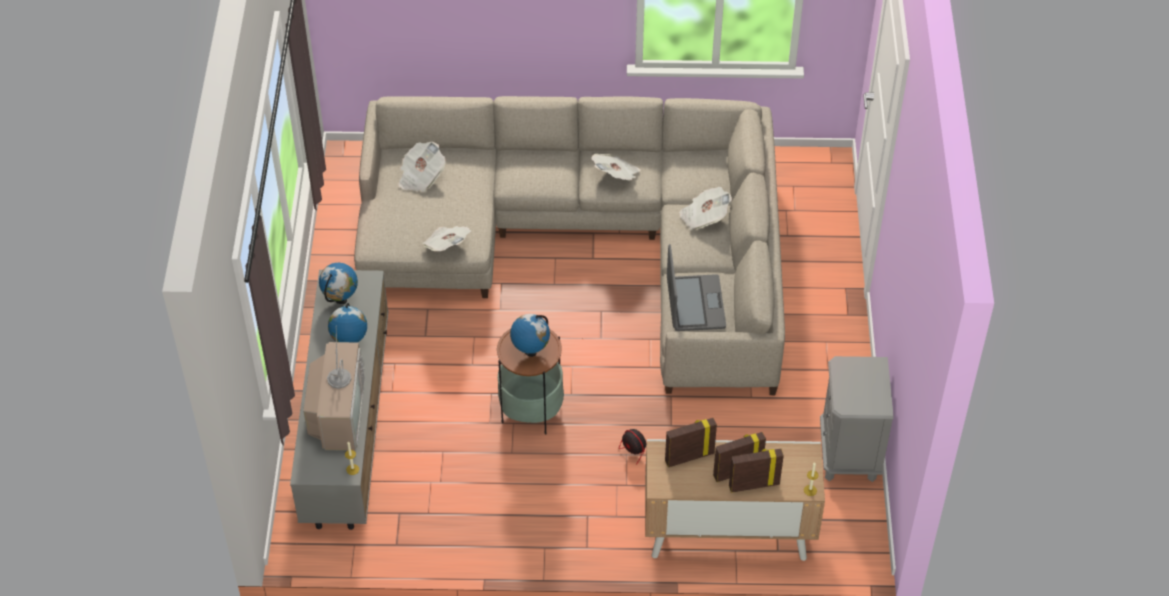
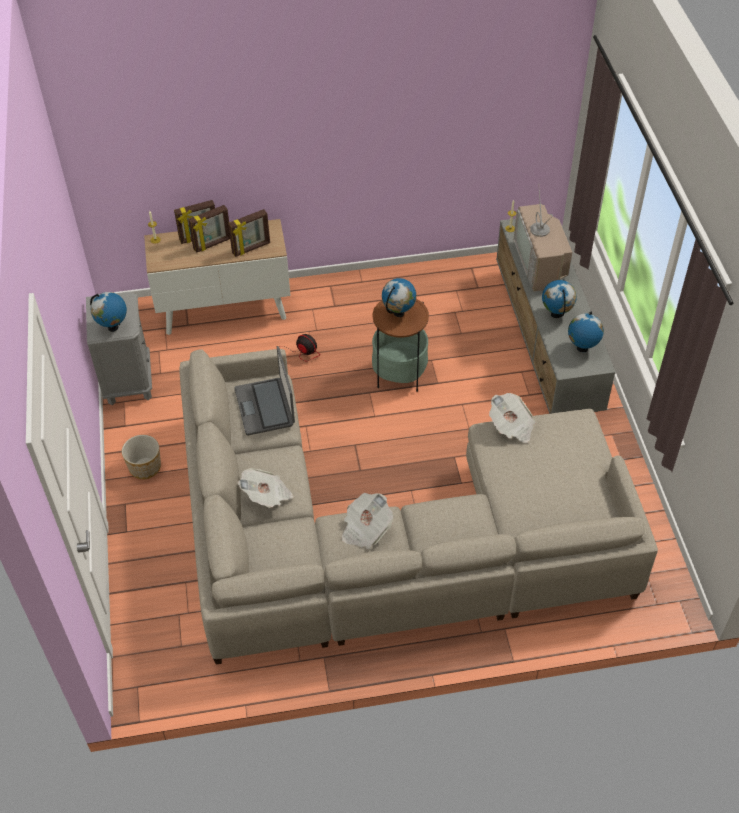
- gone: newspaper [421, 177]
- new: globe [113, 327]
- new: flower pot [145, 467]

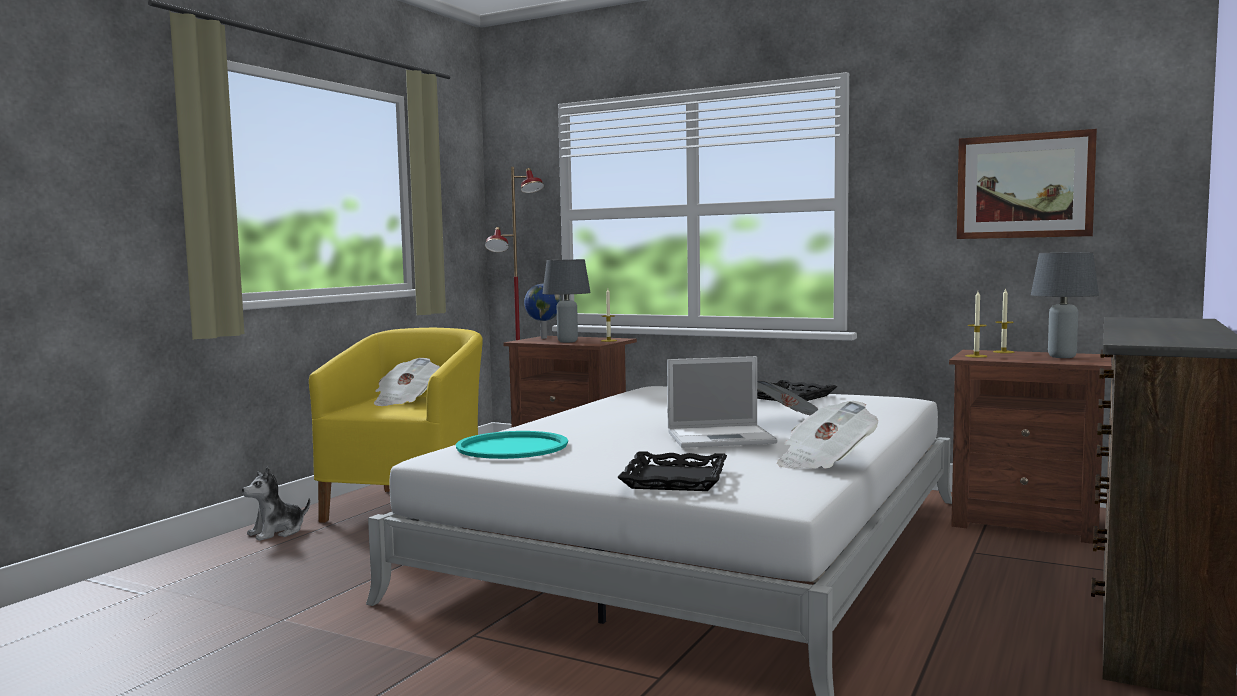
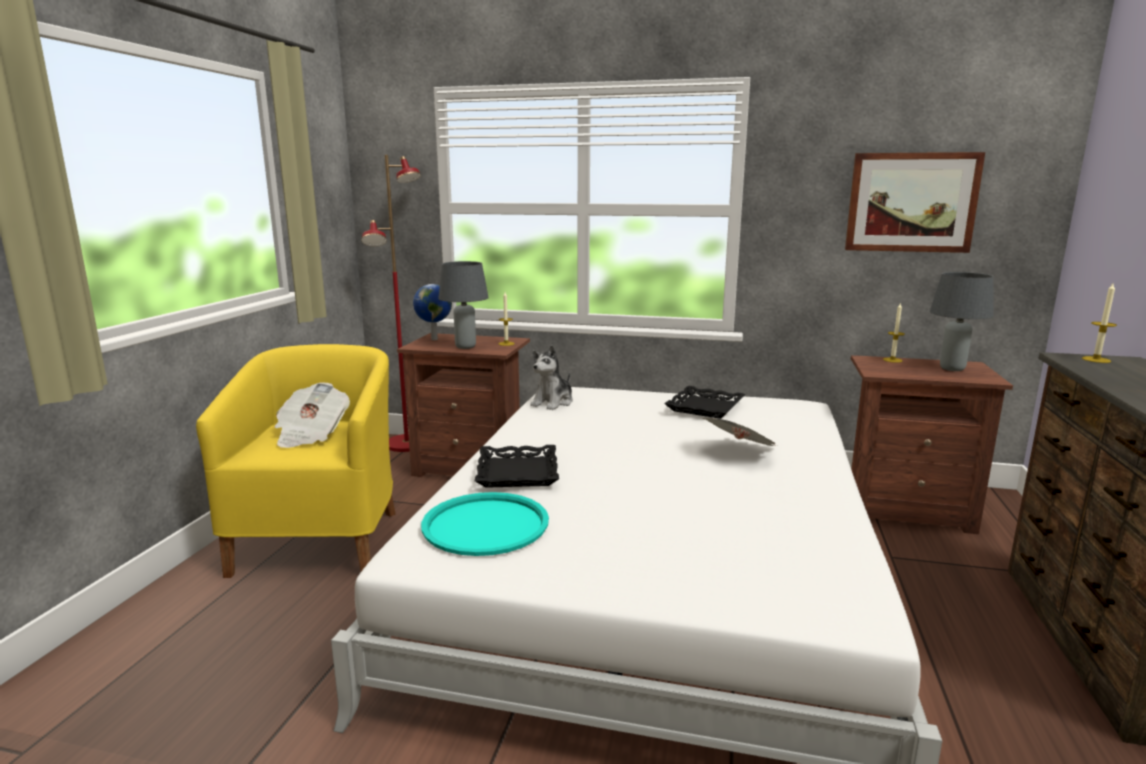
- shifted: soft toy [277, 532] to [553, 402]
- shifted: blackish tray [675, 479] to [518, 472]
- gone: portable computer [722, 437]
- gone: newspaper [824, 462]
- shifted: wax candle [976, 356] to [1096, 359]

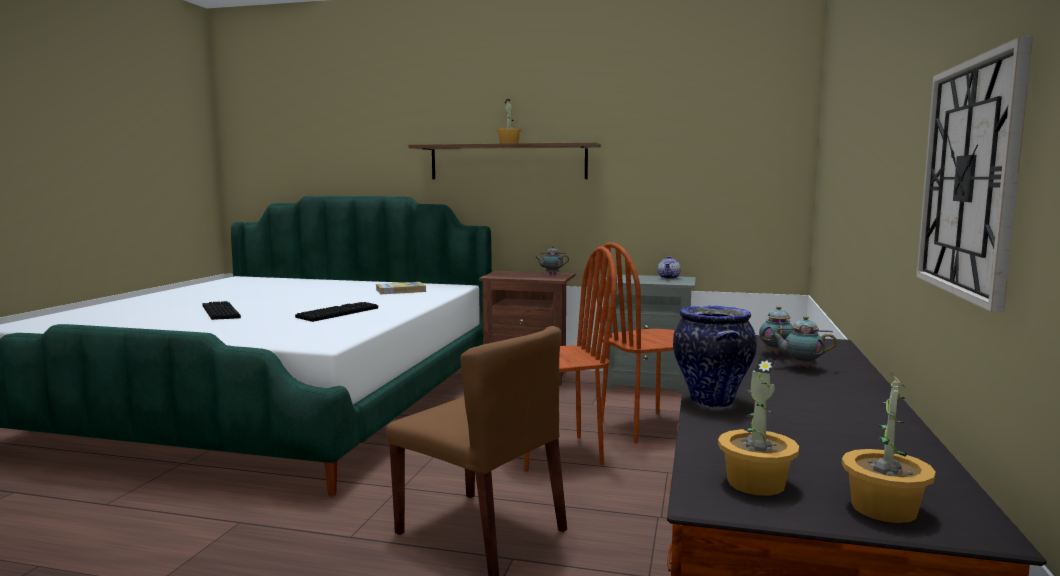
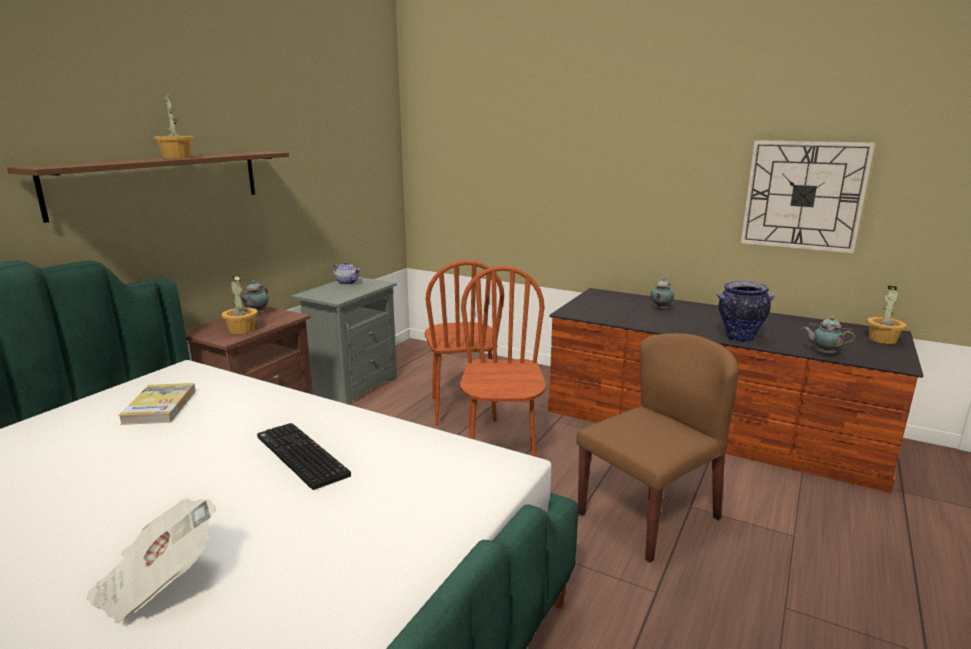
- swapped: computer keyboard [219, 312] to newspaper [157, 583]
- shifted: potted plant [756, 483] to [241, 330]
- shifted: pot for tea [776, 353] to [823, 353]

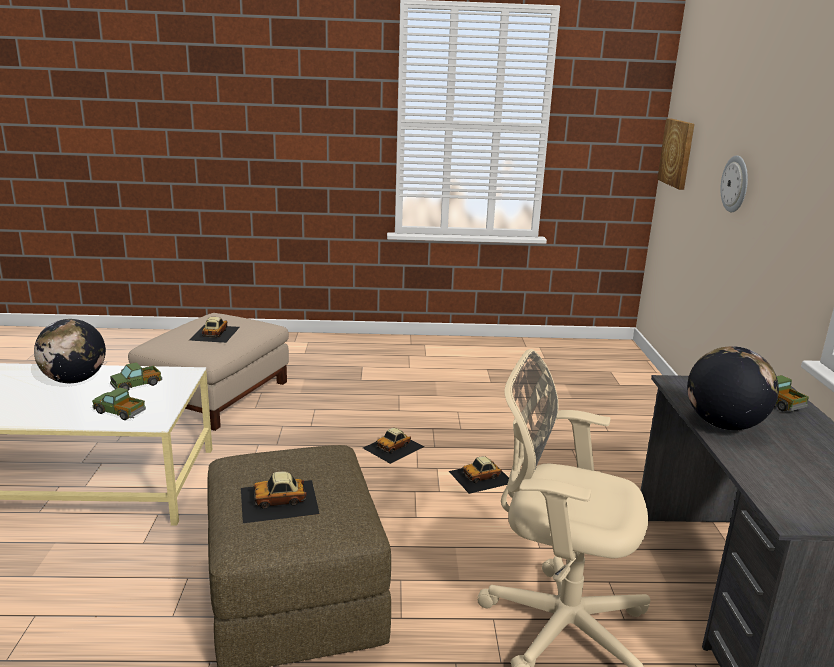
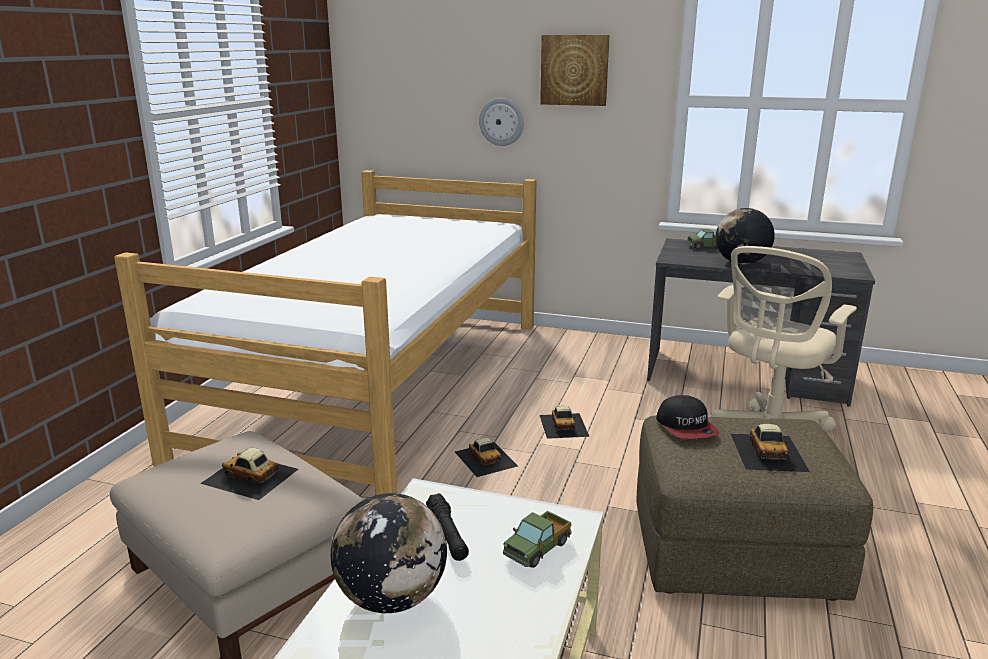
- swapped: model truck [137, 385] to blackish flashlight [447, 535]
- shifted: wall picture [677, 153] to [574, 70]
- new: bed [381, 382]
- new: cap [686, 427]

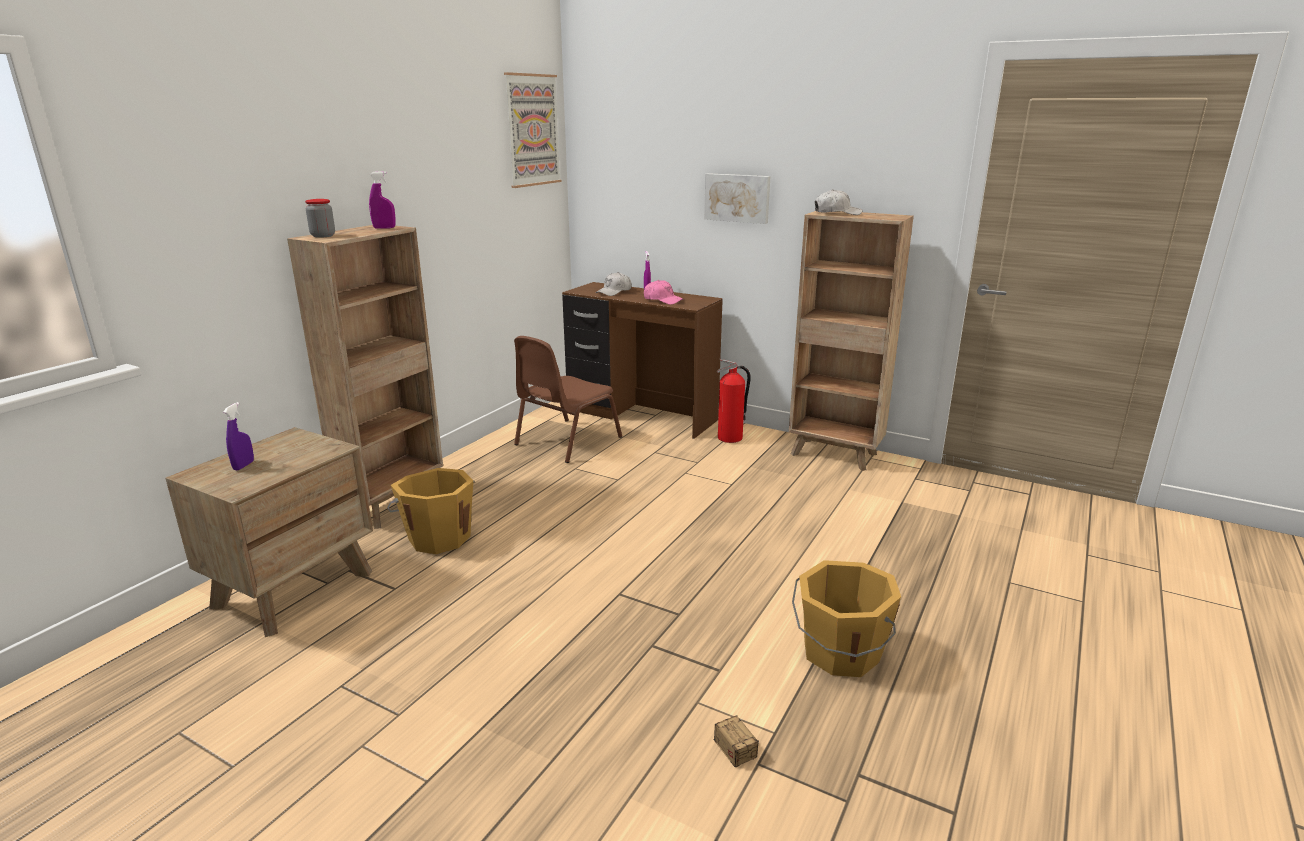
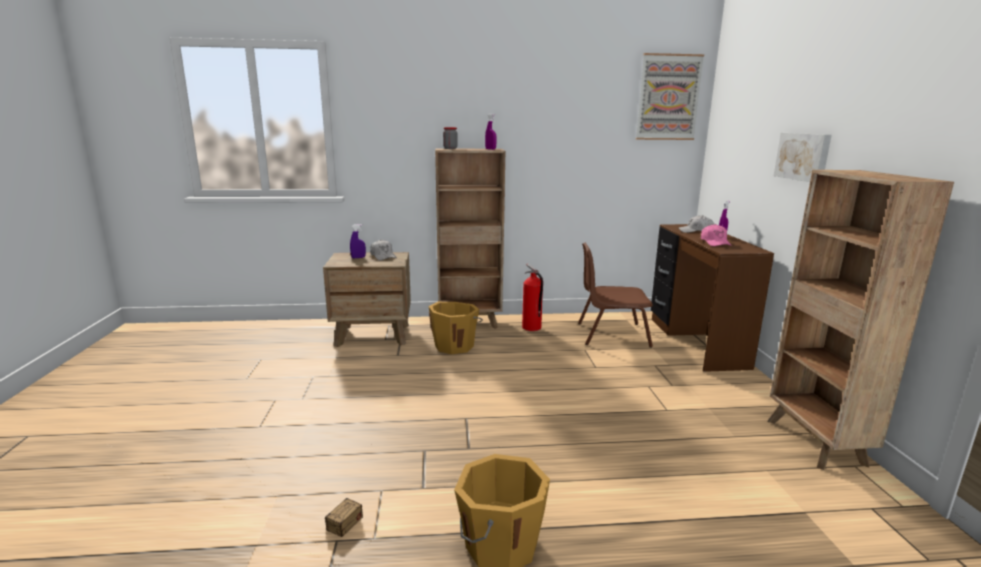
- shifted: fire-fighting cylinder [730, 438] to [531, 328]
- shifted: whitish cap [837, 213] to [383, 256]

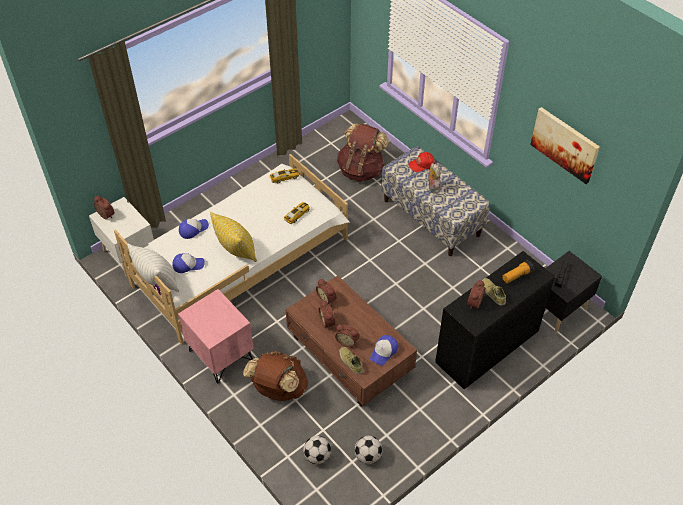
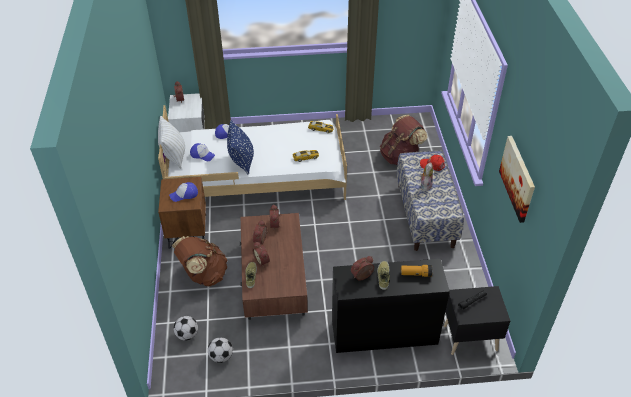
- repainted: pink-coloured nightstand [220, 355] to brownish nightstand [187, 231]
- repainted: yellow-coloured throw pillow [236, 251] to blue-coloured throw pillow [242, 161]
- shifted: cap [384, 352] to [184, 194]

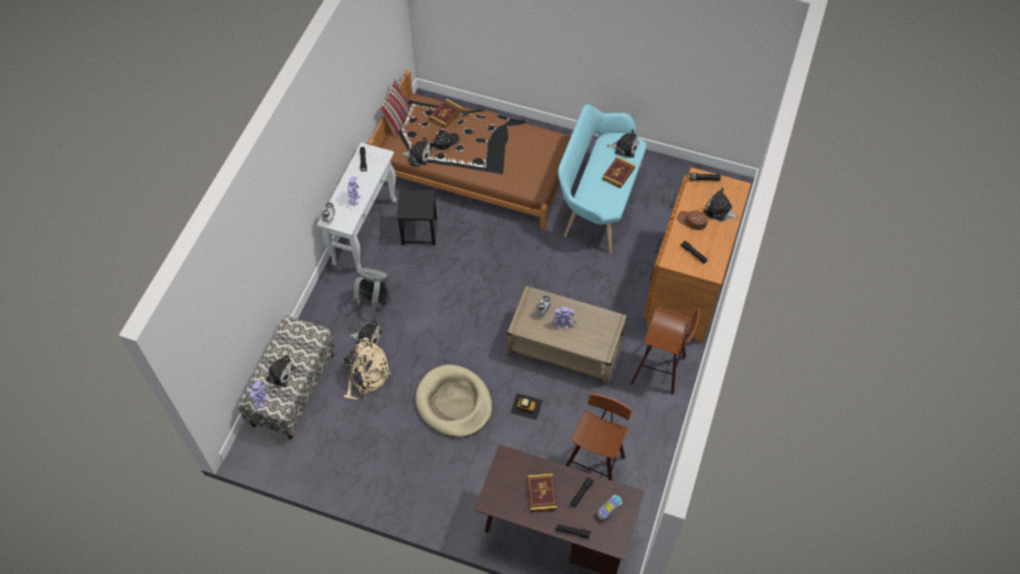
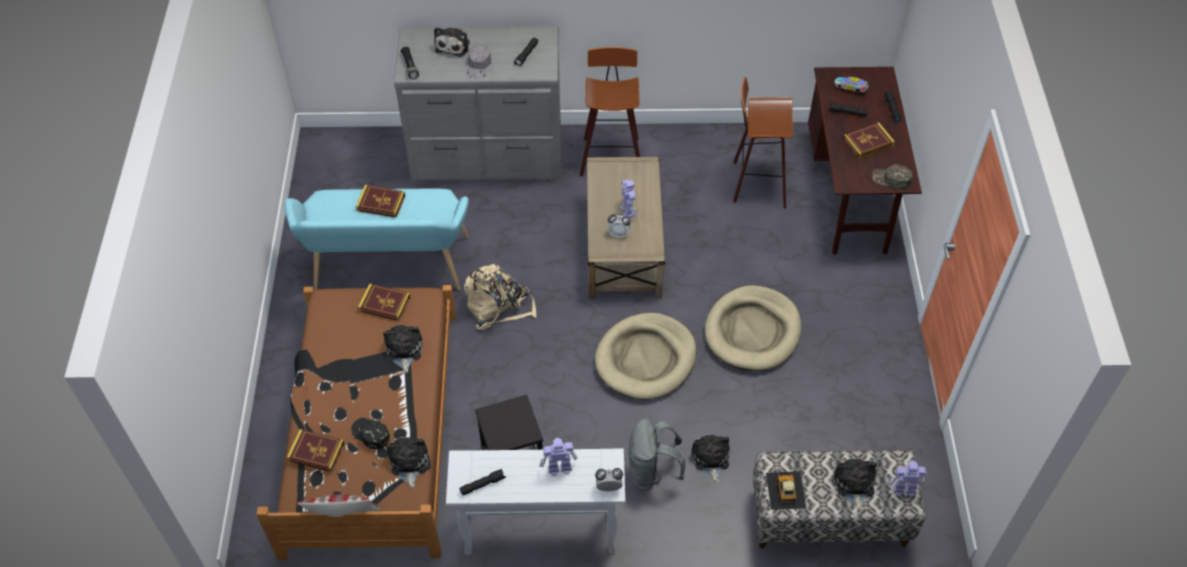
- shifted: beige backpack [366, 376] to [498, 306]
- shifted: toy car [526, 406] to [785, 490]
- shifted: soft toy [624, 147] to [404, 350]
- repainted: brownish dresser [686, 285] to grey dresser [488, 156]
- repainted: brownish cap [691, 221] to grey cap [479, 65]
- new: bound book [384, 304]
- new: beige pet bed [646, 359]
- new: green cap [891, 179]

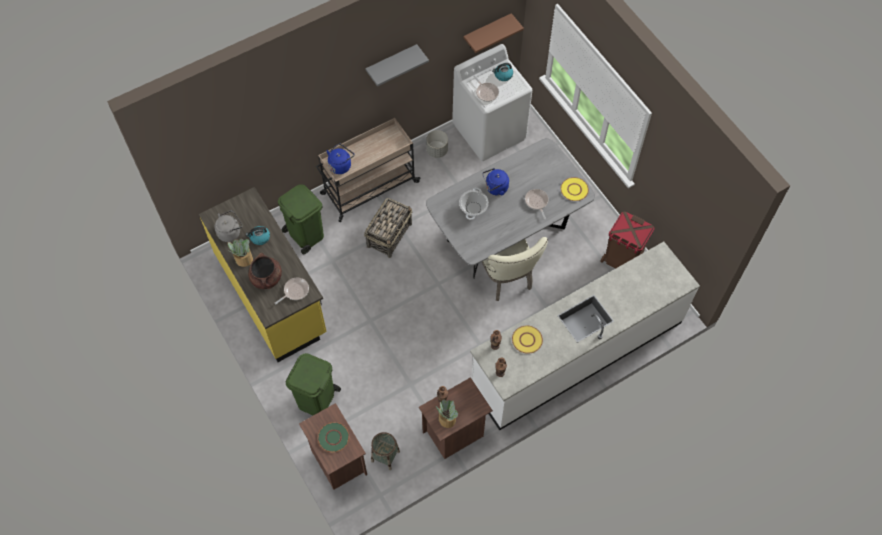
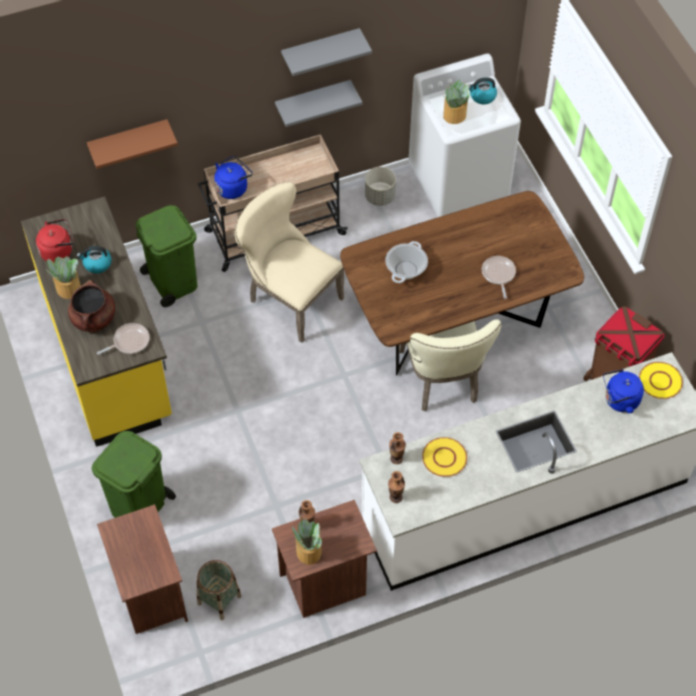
- repainted: grey water kettle [230, 232] to red-coloured water kettle [58, 251]
- gone: green flat dish [333, 437]
- swapped: storage basket [389, 234] to beige chair [289, 299]
- repainted: grey dining table [506, 235] to brownish dining table [455, 324]
- shifted: brownish shelf [487, 31] to [129, 141]
- swapped: frying pan [486, 92] to potted plant [454, 115]
- shifted: blue-coloured water kettle [495, 188] to [619, 400]
- shifted: yellow-coloured flat dish [574, 190] to [660, 381]
- new: grey shelf [313, 101]

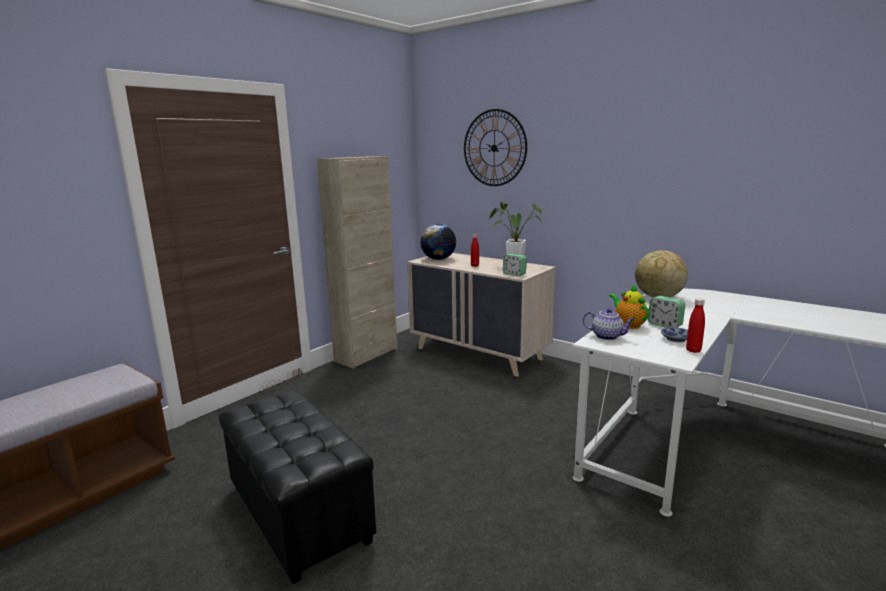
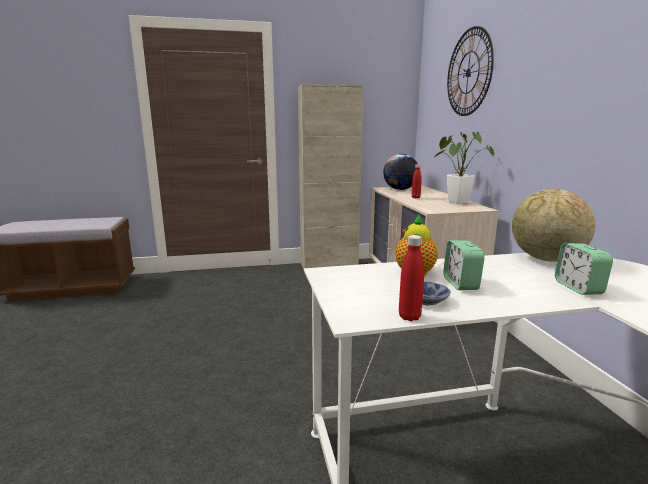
- gone: blackish ottoman [297, 515]
- shifted: bedside clock [514, 274] to [578, 288]
- gone: pot for tea [607, 336]

